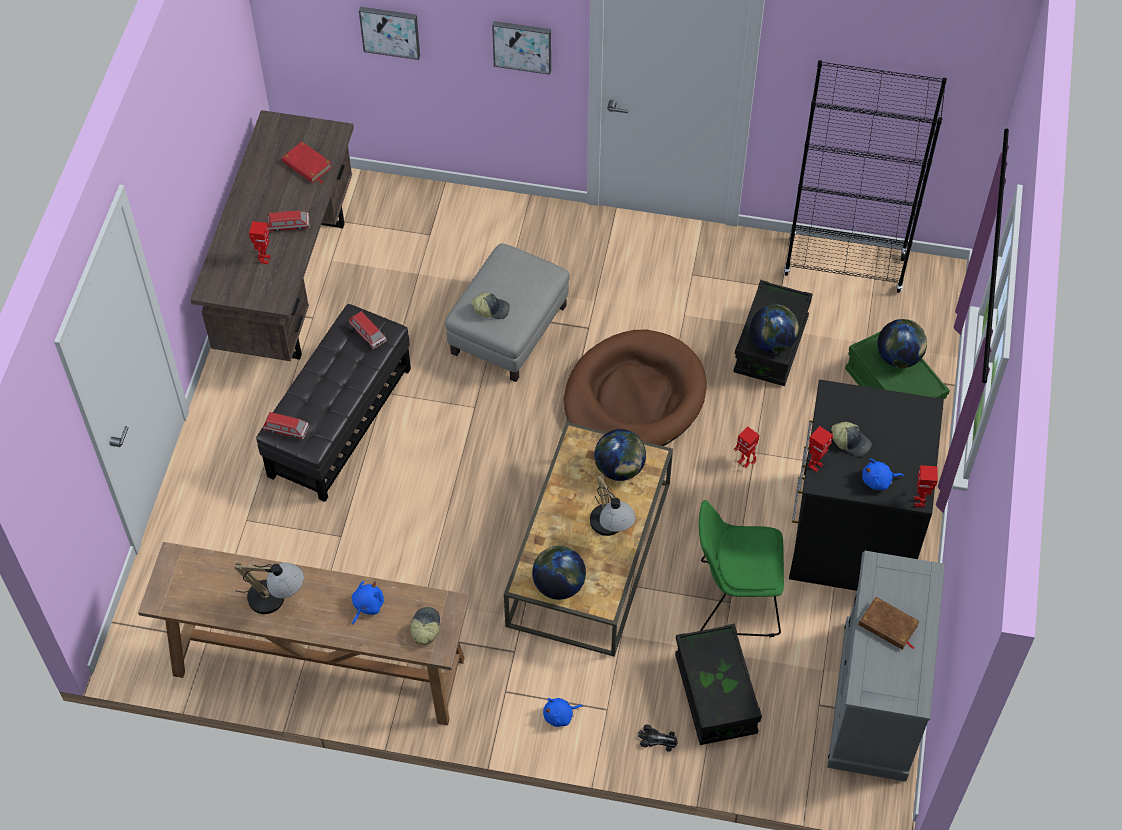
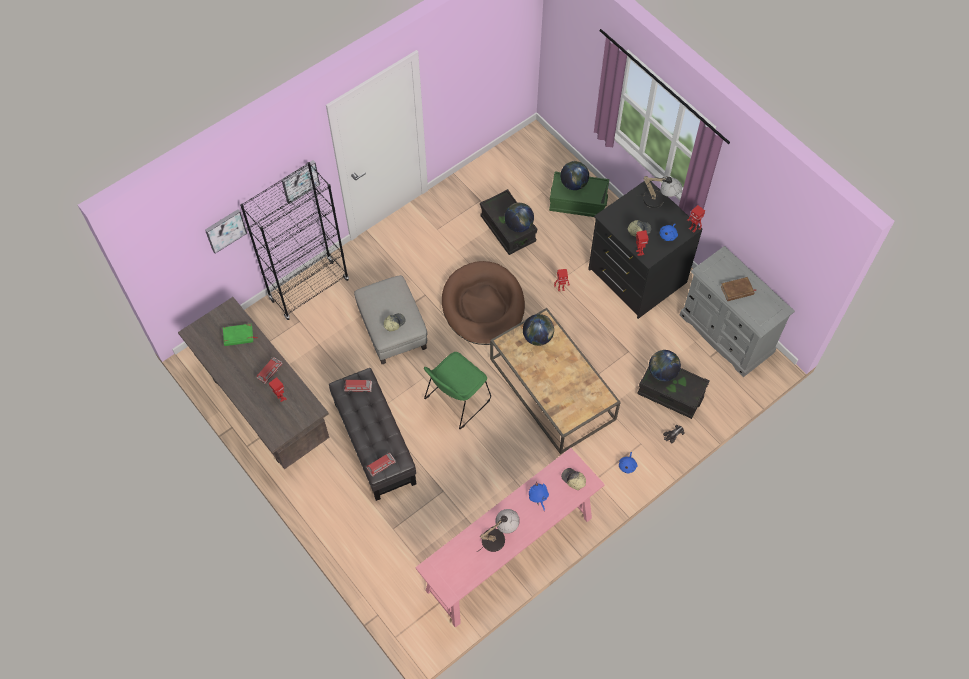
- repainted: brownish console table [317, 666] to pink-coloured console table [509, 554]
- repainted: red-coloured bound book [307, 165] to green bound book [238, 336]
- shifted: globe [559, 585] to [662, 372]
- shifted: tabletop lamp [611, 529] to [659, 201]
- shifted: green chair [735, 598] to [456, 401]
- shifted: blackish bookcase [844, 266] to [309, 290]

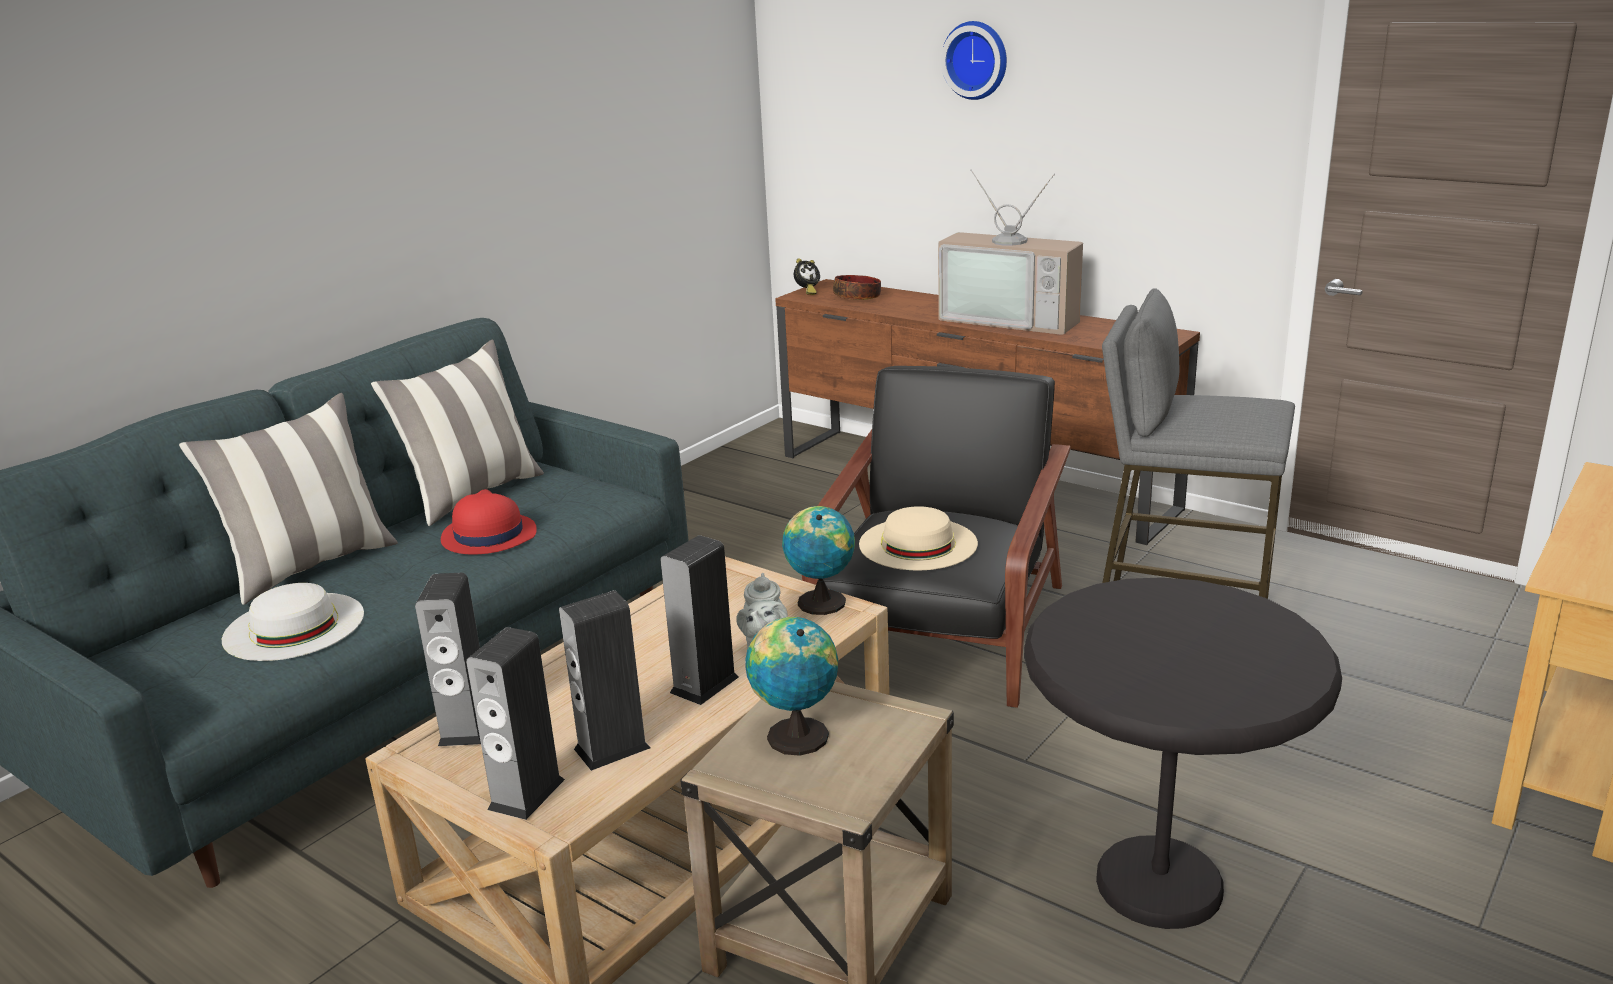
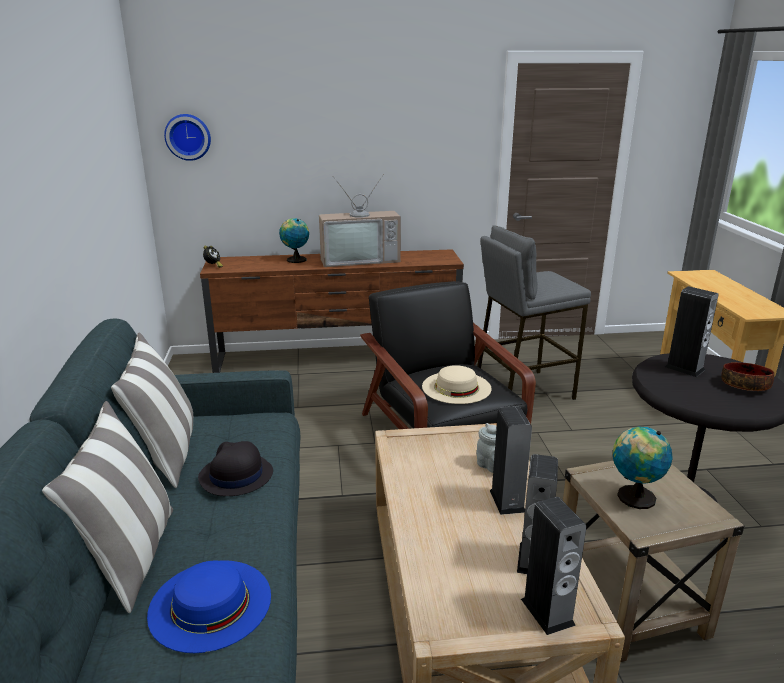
- repainted: whitish wearable hat [294, 626] to blue-coloured wearable hat [210, 603]
- shifted: audio speaker [466, 726] to [684, 368]
- repainted: red-coloured wearable hat [488, 536] to blackish wearable hat [235, 476]
- shifted: globe [820, 601] to [295, 259]
- shifted: serving bowl [857, 298] to [745, 385]
- shifted: wall clock [977, 60] to [188, 137]

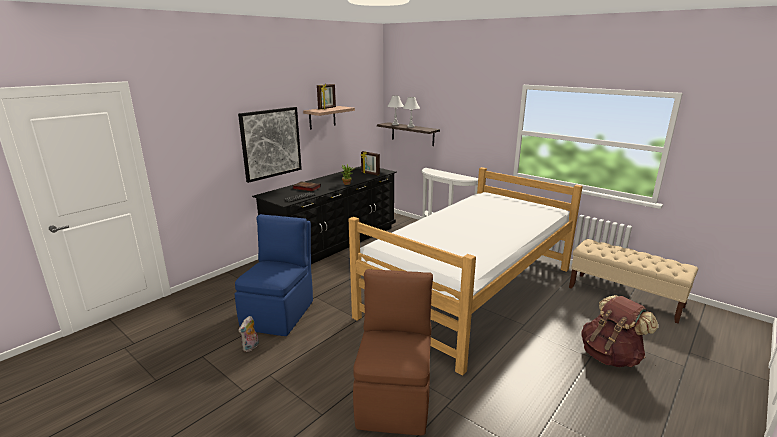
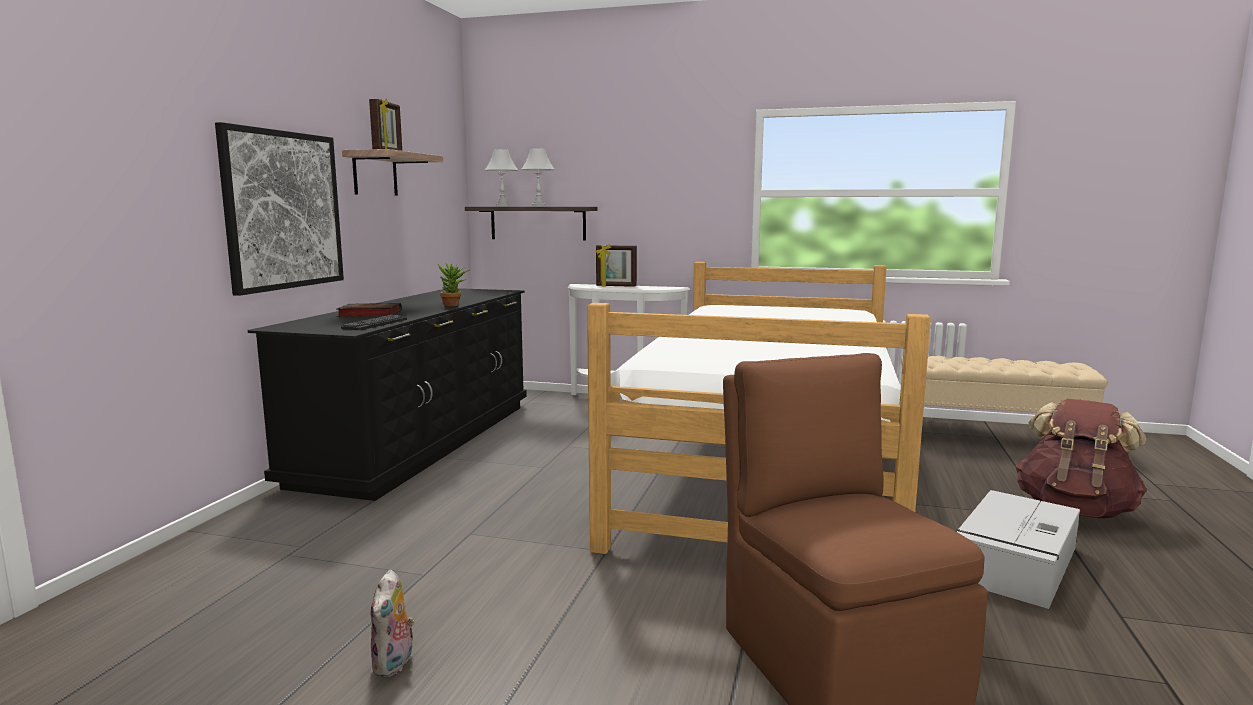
- gone: blue-coloured chair [279, 313]
- shifted: standing frame [370, 174] to [616, 286]
- new: grey storage container [1014, 564]

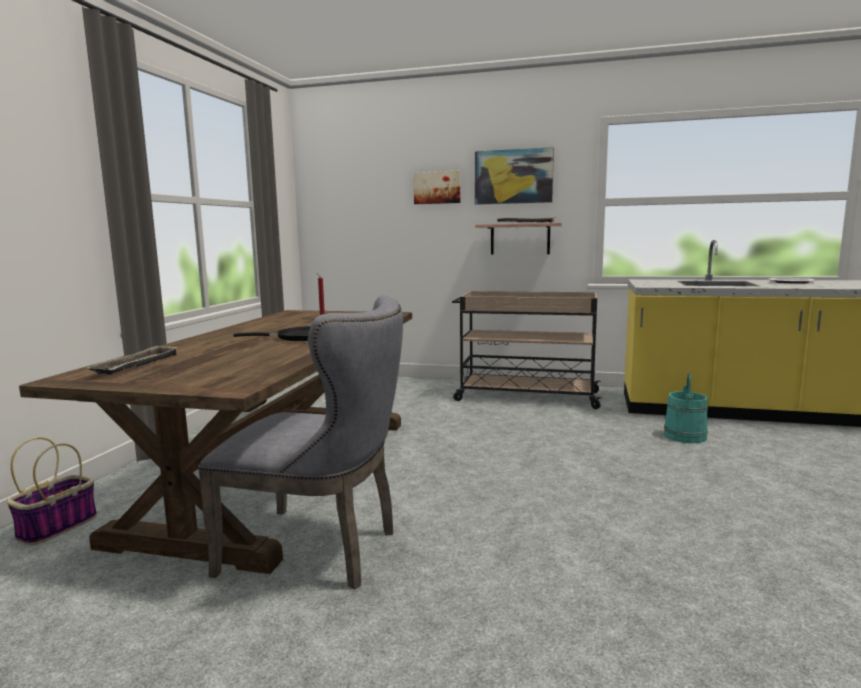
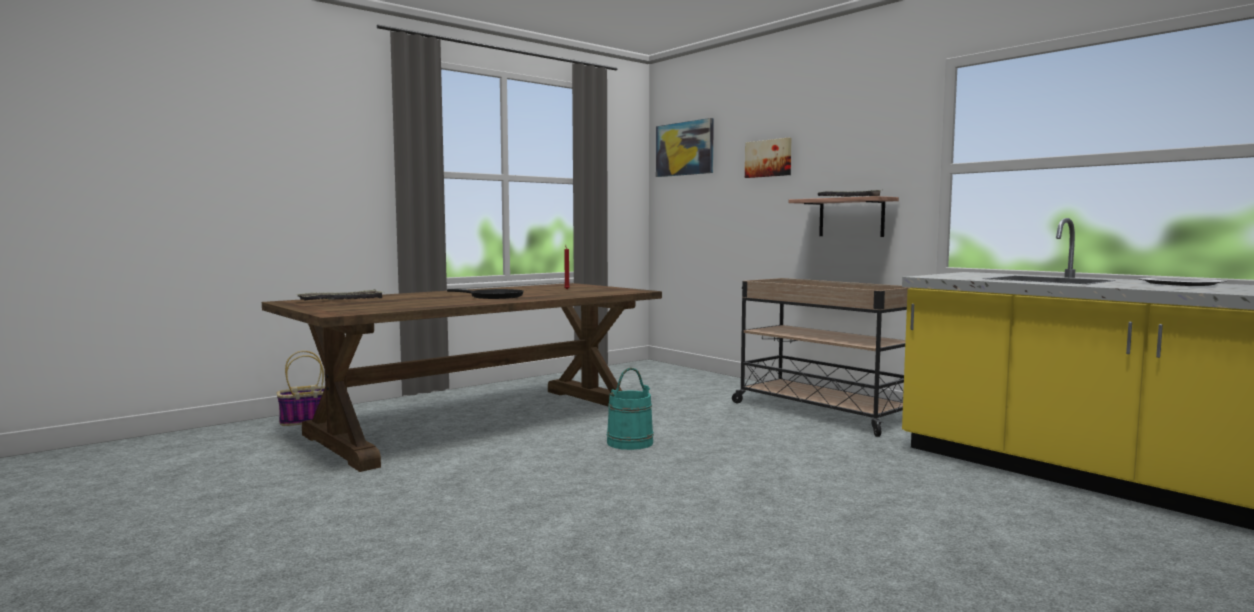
- gone: grey chair [322, 550]
- shifted: wall picture [513, 176] to [685, 148]
- shifted: turquoise pail [684, 436] to [629, 442]

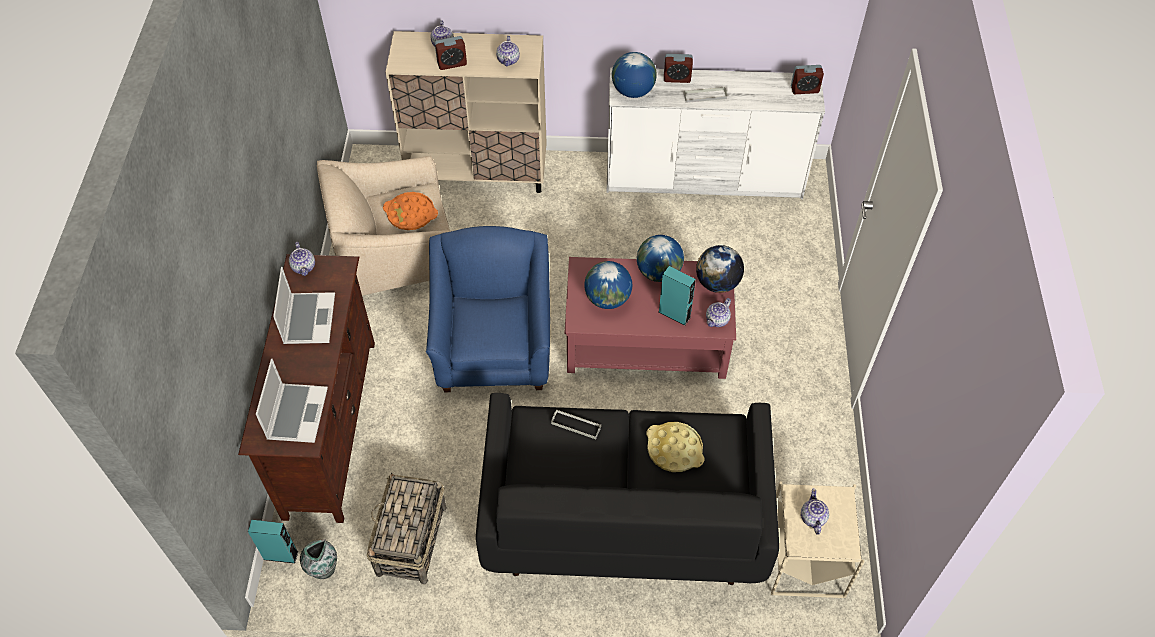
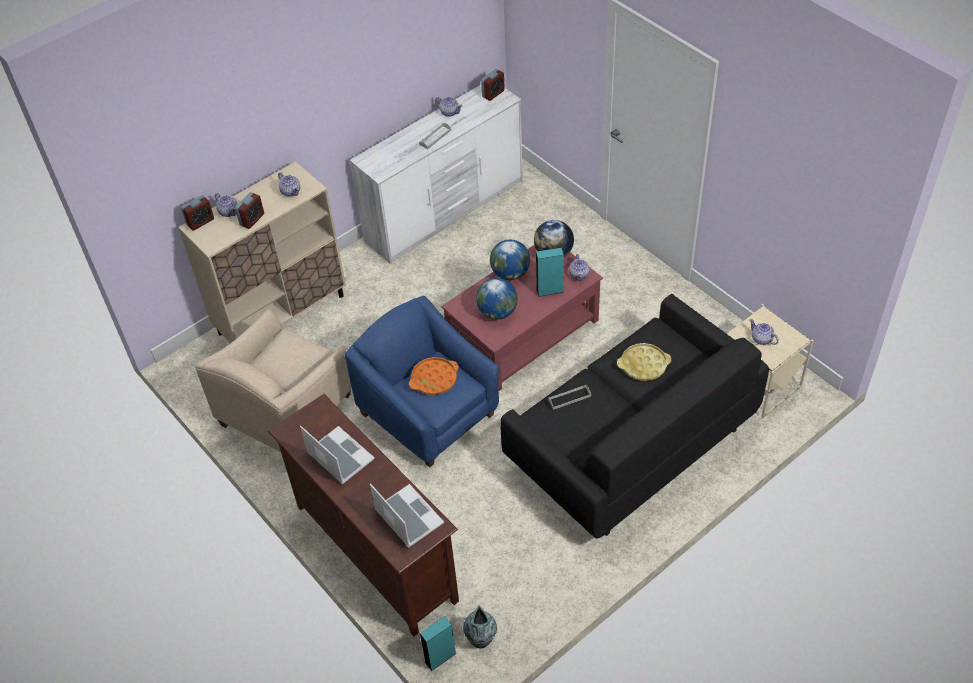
- shifted: pot for tea [304, 267] to [449, 112]
- gone: storage basket [411, 541]
- shifted: orange-coloured tray [411, 214] to [434, 379]
- gone: globe [633, 91]
- shifted: bedside clock [677, 78] to [200, 222]

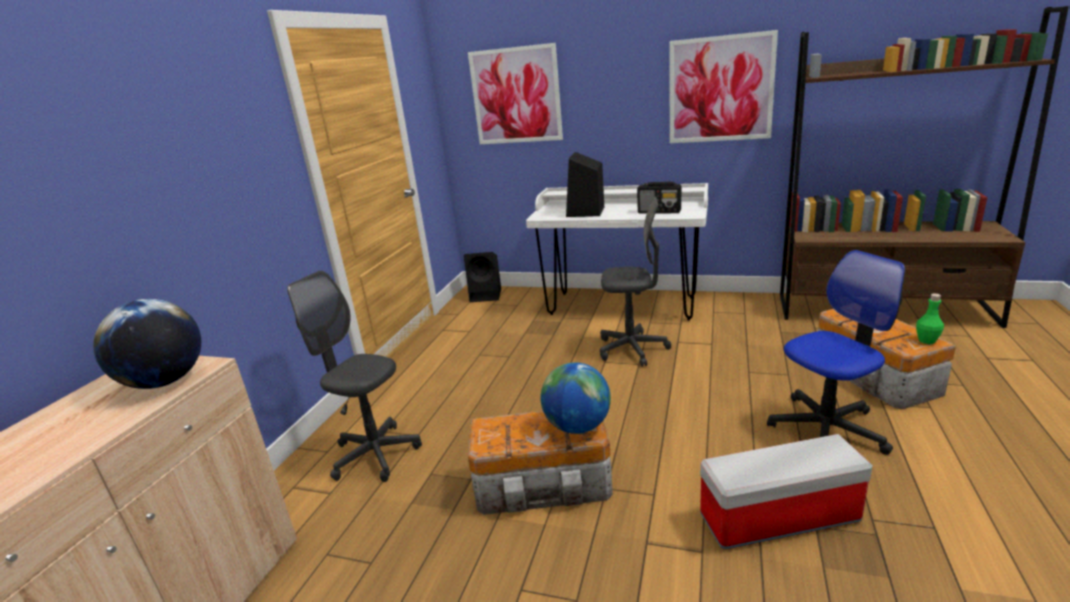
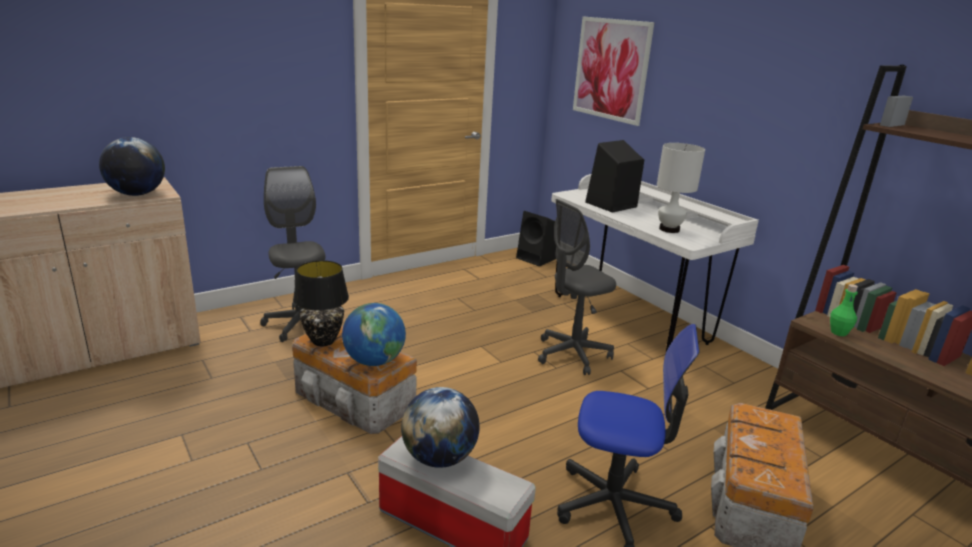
- rotated: grey computer chair [632, 349] = [572, 354] 105 degrees clockwise
- swapped: radio receiver [659, 211] to whitish tabletop lamp [669, 229]
- gone: wall picture [720, 89]
- shifted: green beverage bottle [926, 340] to [838, 332]
- new: blackish tabletop lamp [322, 341]
- new: globe [439, 458]

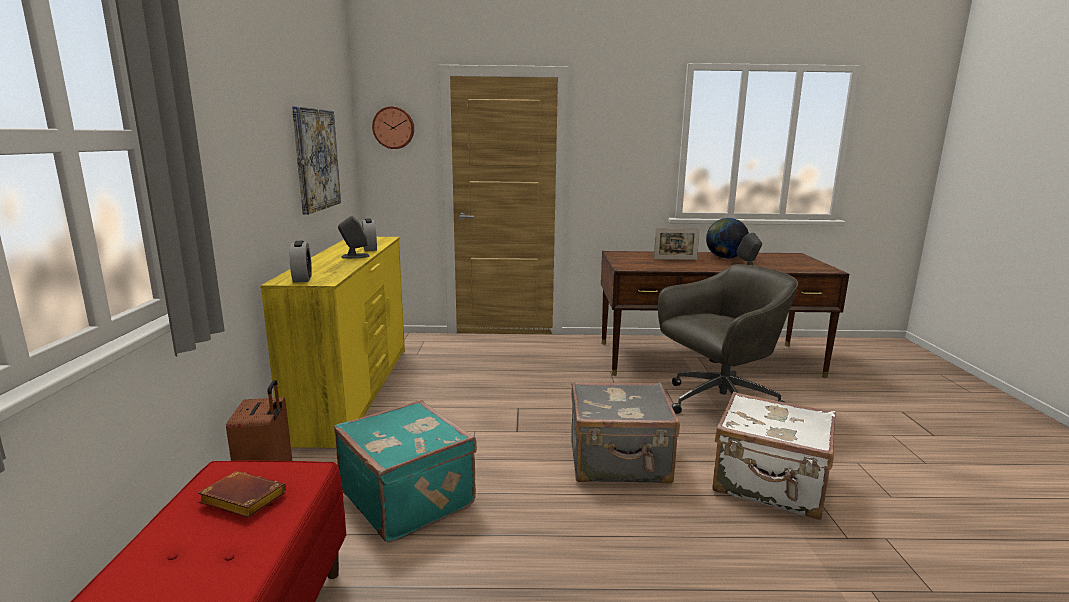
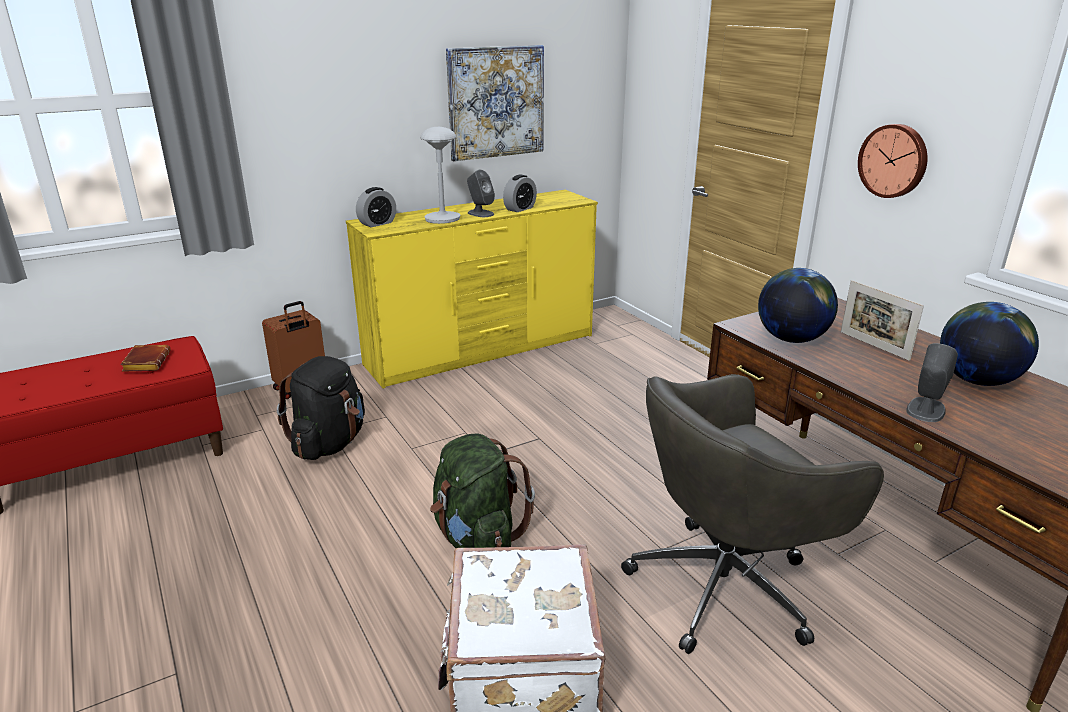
- swapped: turquoise travel case [409, 497] to blackish backpack [329, 444]
- shifted: wall clock [393, 128] to [894, 160]
- swapped: grey travel case [619, 462] to green backpack [477, 538]
- rotated: grey computer chair [718, 403] = [726, 585] 120 degrees clockwise
- new: grey tabletop lamp [442, 219]
- new: globe [791, 339]

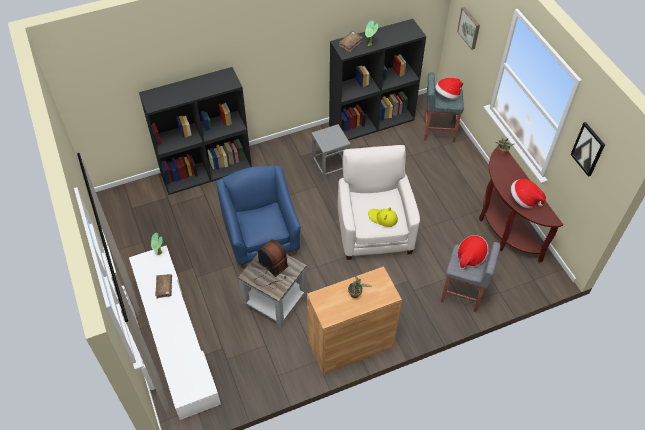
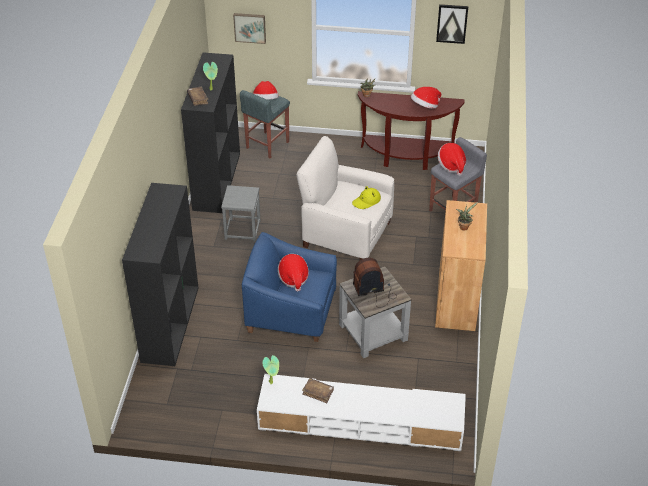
- new: wearable hat [293, 278]

